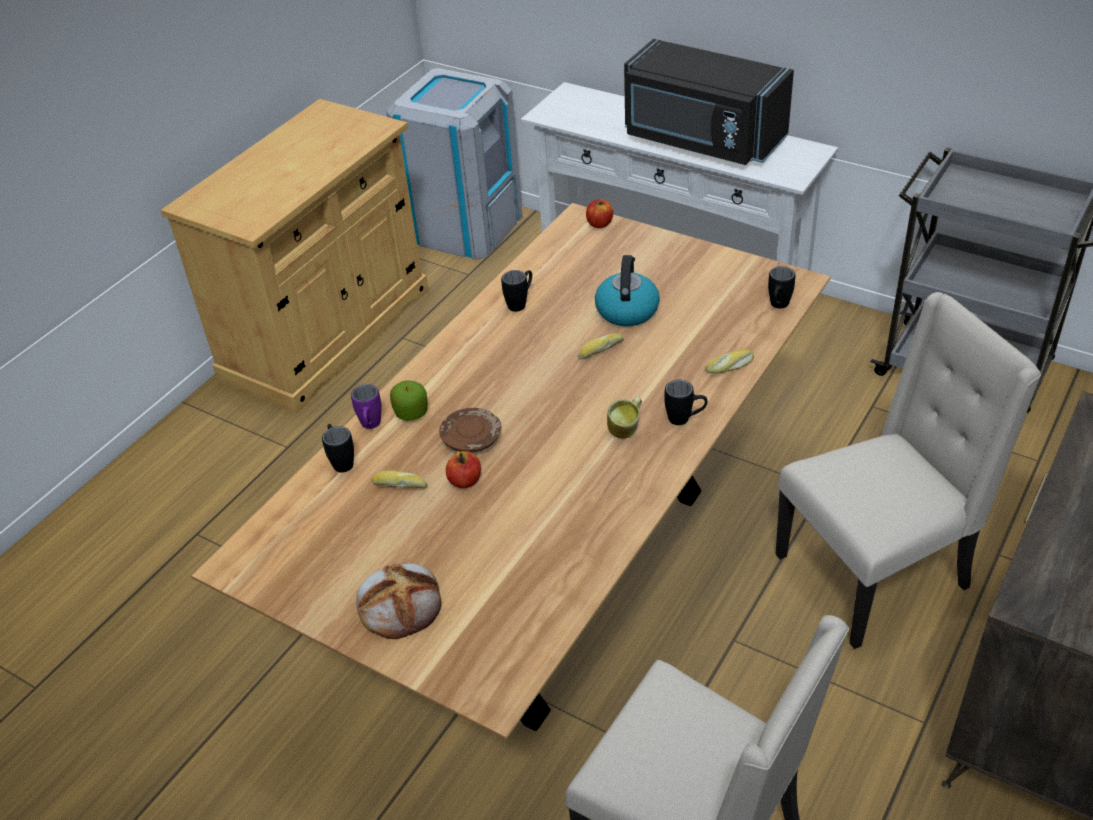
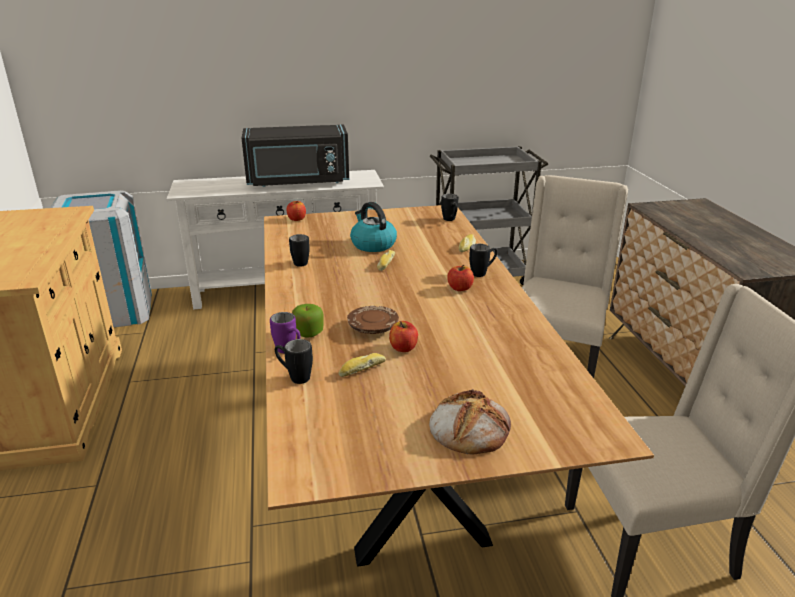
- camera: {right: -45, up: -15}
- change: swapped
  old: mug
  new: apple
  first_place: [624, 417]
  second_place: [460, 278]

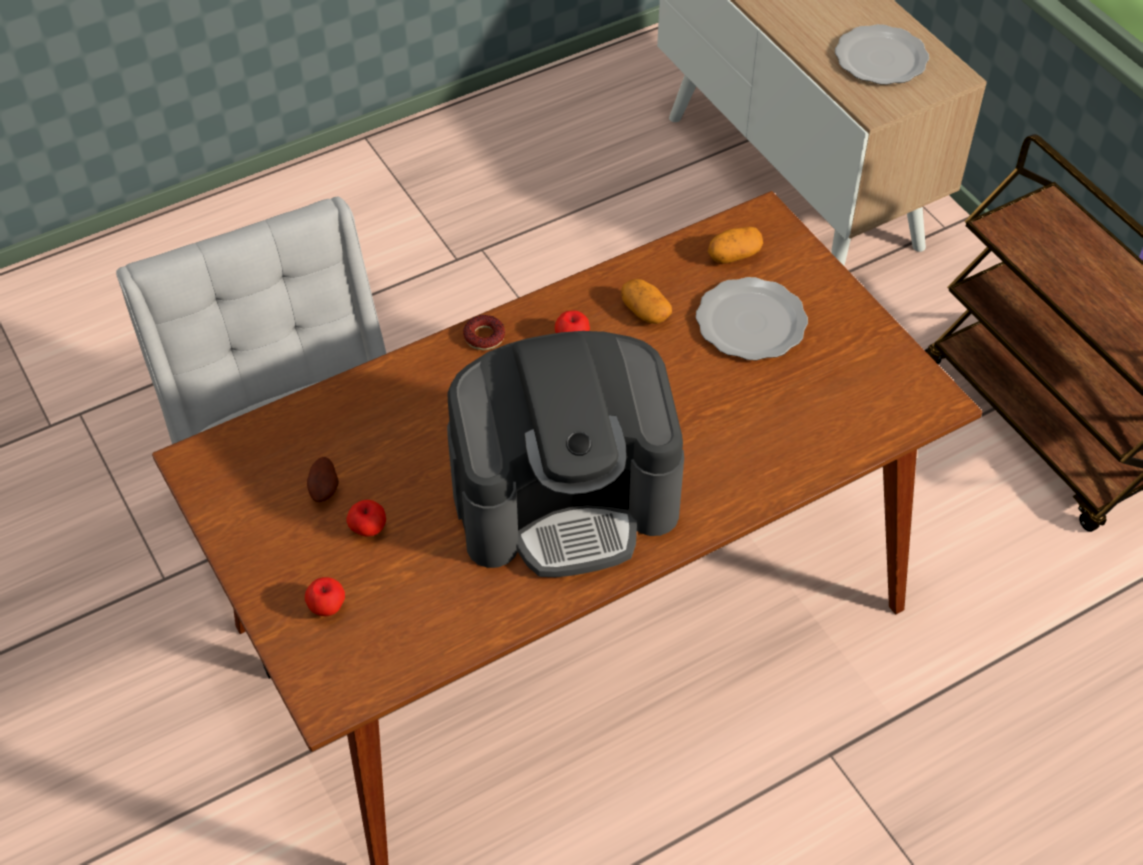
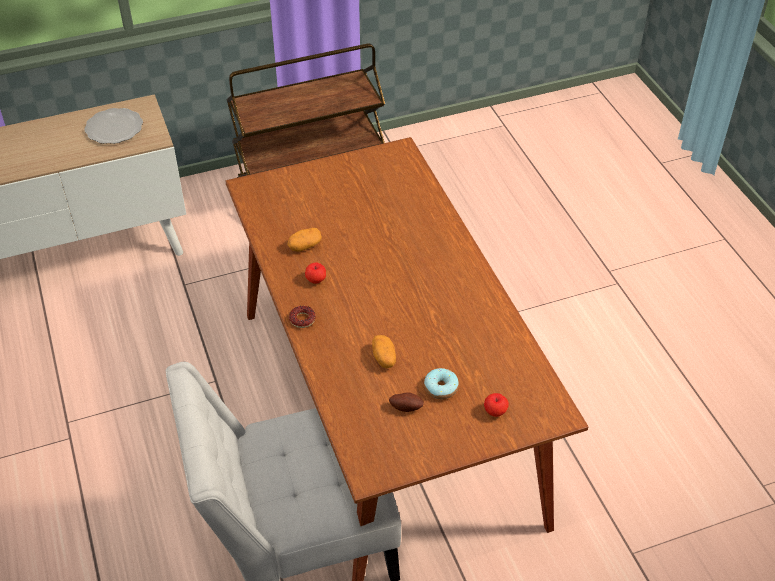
- camera: {right: -80, up: -5}
- change: shifted
  old: potato
  first_place: [735, 245]
  second_place: [384, 351]
- change: gone
  old: plate
  first_place: [752, 318]
- change: gone
  old: coffee machine
  first_place: [565, 454]
- change: swapped
  old: apple
  new: donut
  first_place: [366, 518]
  second_place: [441, 383]

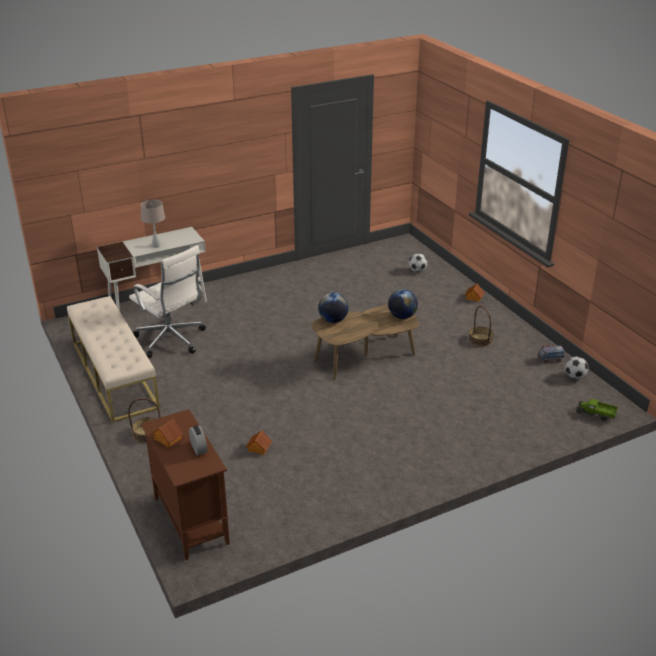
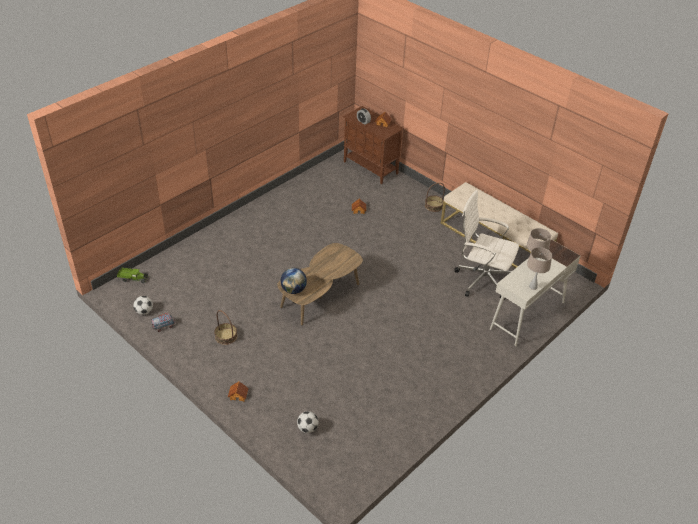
- camera: {right: 160, up: 10}
- change: gone
  old: globe
  first_place: [333, 308]
- change: new
  new: table lamp/beige
  second_place: [539, 268]

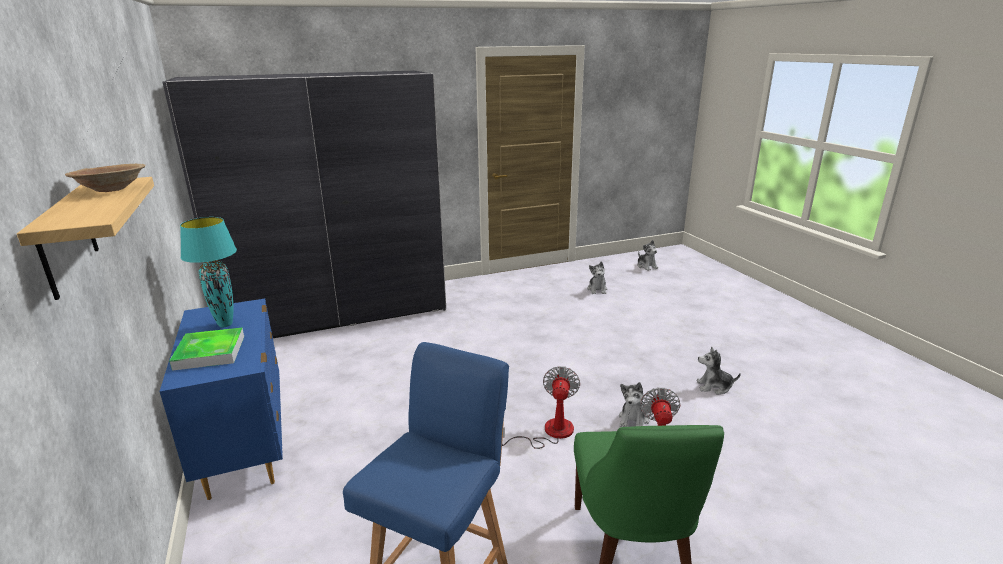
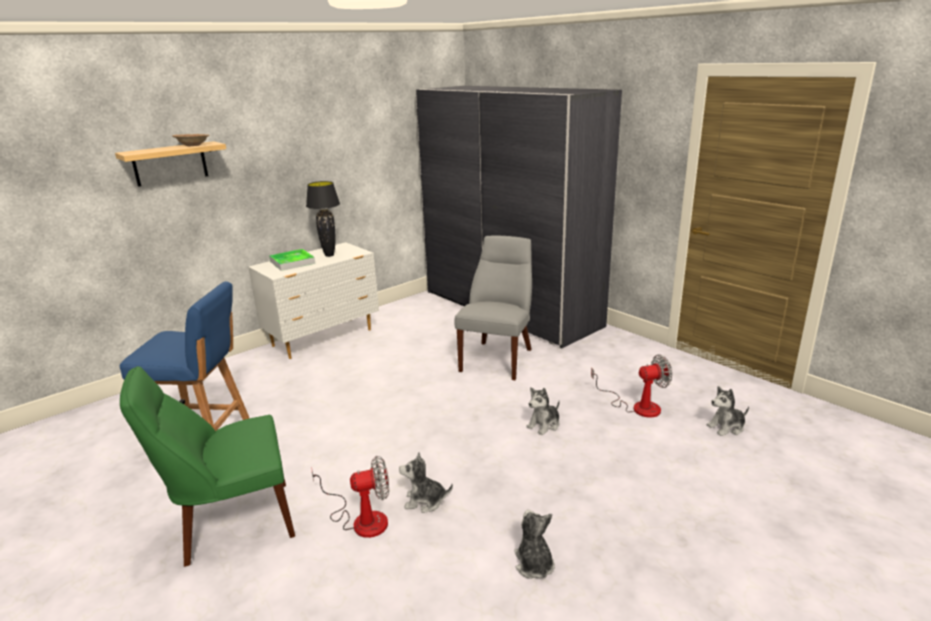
- camera: {right: 70, up: 0}
- change: repainted
  old: table lamp/turquoise
  new: table lamp/black
  first_place: [208, 272]
  second_place: [323, 219]
- change: shifted
  old: plush toy
  first_place: [647, 255]
  second_place: [543, 411]
- change: repainted
  old: dresser/blue
  new: dresser/white
  first_place: [221, 399]
  second_place: [313, 300]
- change: shifted
  old: fan
  first_place: [541, 407]
  second_place: [631, 386]
- change: new
  new: chair/grey
  second_place: [493, 307]

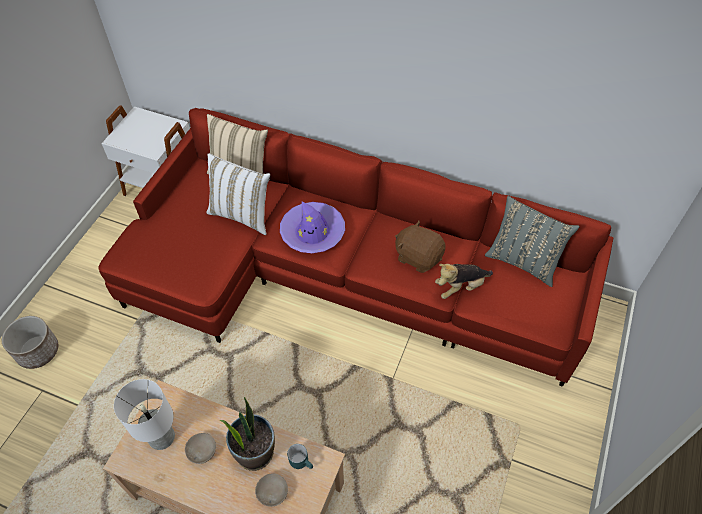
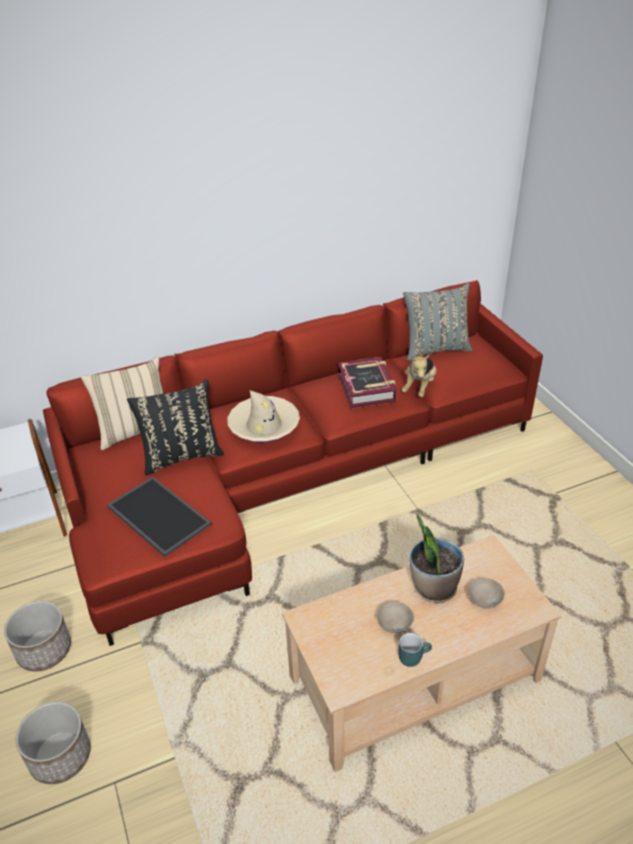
- camera: {right: -45, up: -15}
- change: repainted
  old: pillow/white
  new: pillow/black
  first_place: [238, 194]
  second_place: [175, 427]
- change: repainted
  old: hat/purple
  new: hat/beige
  first_place: [312, 227]
  second_place: [263, 416]
- change: swapped
  old: plush toy/brown
  new: book
  first_place: [420, 247]
  second_place: [367, 383]
- change: gone
  old: table lamp/white
  first_place: [144, 414]
- change: shifted
  old: mug/turquoise
  first_place: [300, 456]
  second_place: [415, 650]
- change: new
  new: tray
  second_place: [159, 517]
- change: new
  new: planter
  second_place: [37, 636]

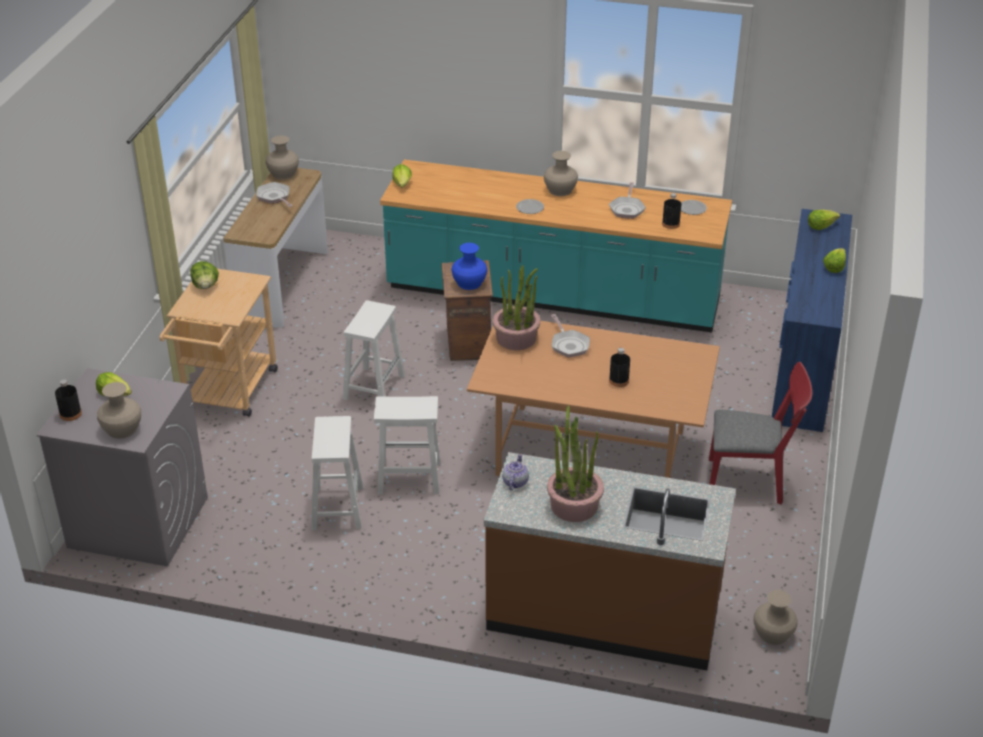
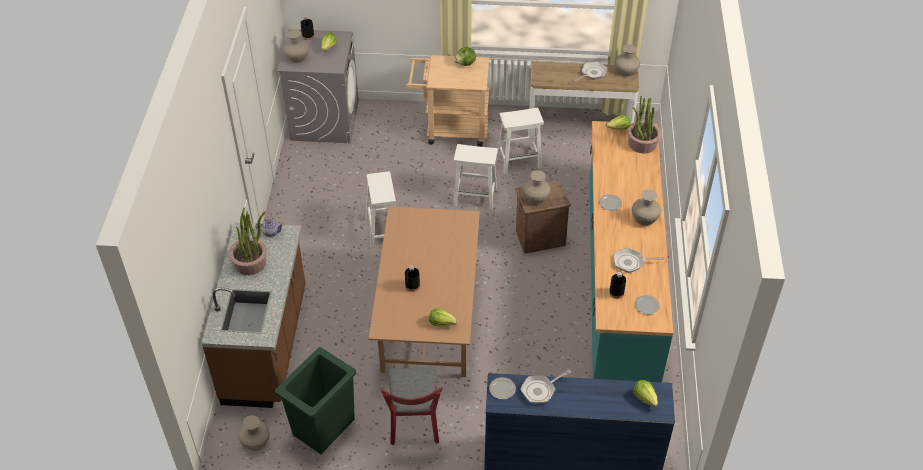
- camera: {right: 80, up: 10}
- change: repainted
  old: vase/blue
  new: vase/beige
  first_place: [469, 266]
  second_place: [537, 187]
- change: shifted
  old: lettuce
  first_place: [834, 260]
  second_place: [443, 317]
- change: shifted
  old: potted plant
  first_place: [516, 307]
  second_place: [644, 124]
- change: shifted
  old: frying pan
  first_place: [570, 336]
  second_place: [545, 386]
- change: shifted
  old: stool/white
  first_place: [337, 473]
  second_place: [520, 141]
- change: new
  new: trash can/green
  second_place: [315, 400]
- change: new
  new: plate
  second_place: [502, 388]

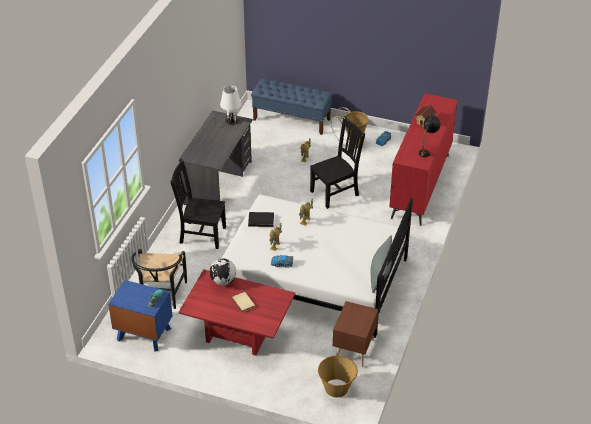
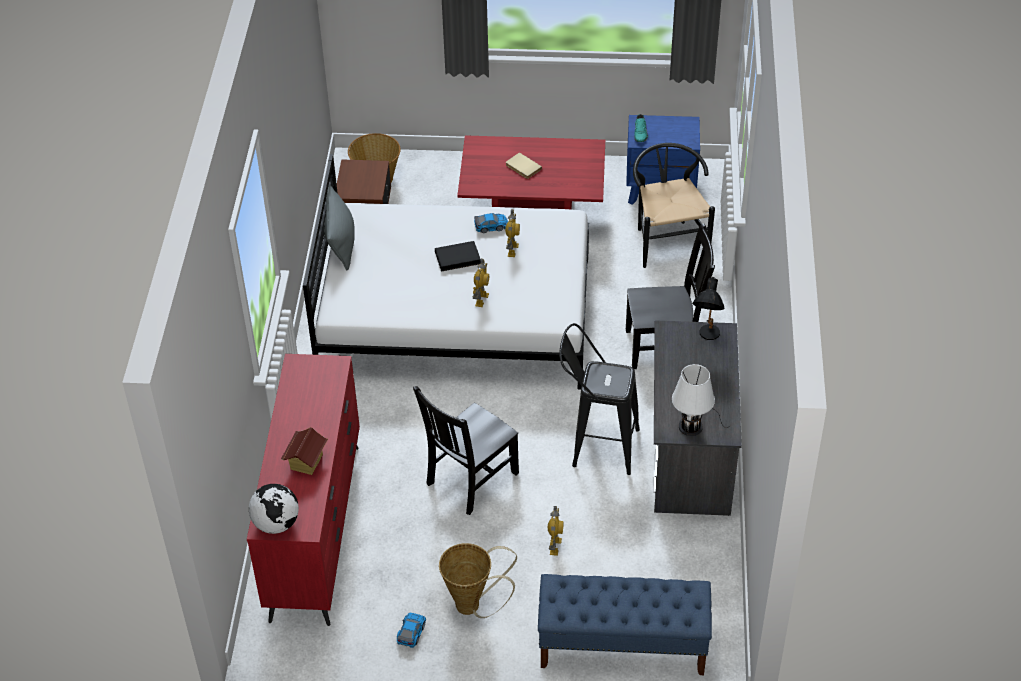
- camera: {right: 165, up: 5}
- change: shifted
  old: table lamp/black
  first_place: [429, 136]
  second_place: [708, 308]
- change: shifted
  old: book/black
  first_place: [261, 219]
  second_place: [458, 256]
- change: shifted
  old: globe
  first_place: [222, 271]
  second_place: [274, 509]
- change: new
  new: stool/black
  second_place: [599, 399]

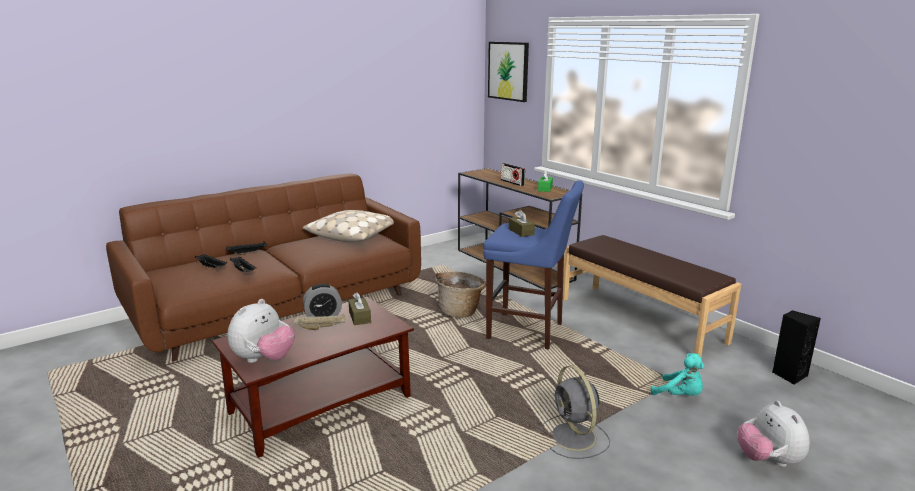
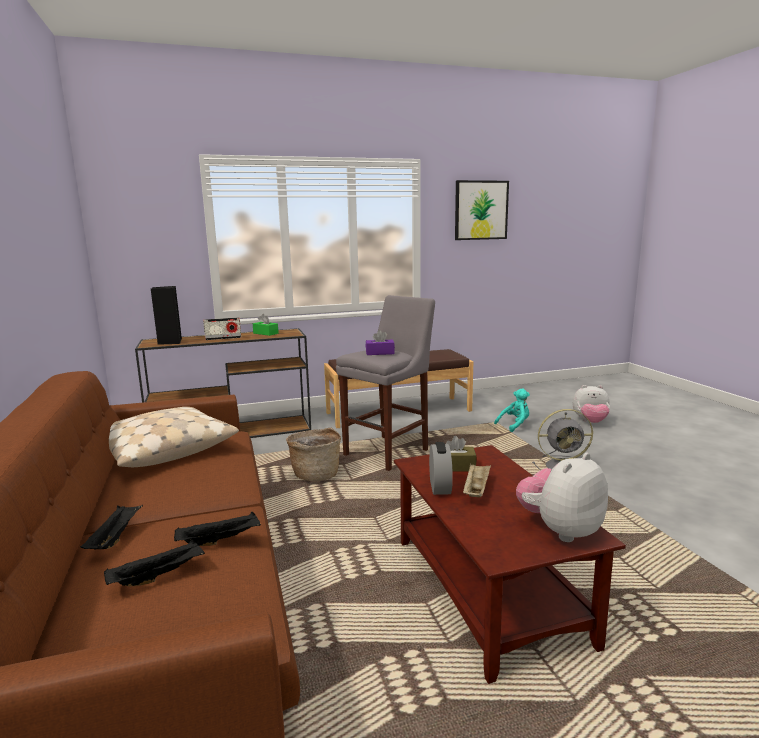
- camera: {right: -70, up: -5}
- change: shifted
  old: picture
  first_place: [508, 72]
  second_place: [482, 210]
- change: repainted
  old: stool/blue
  new: stool/grey
  first_place: [533, 265]
  second_place: [385, 383]
- change: repainted
  old: tissue box/brown
  new: tissue box/purple
  first_place: [522, 223]
  second_place: [380, 342]
- change: rotated
  old: plush toy
  first_place: [261, 331]
  second_place: [562, 497]
  degrees: -90
- change: shifted
  old: speaker/black
  first_place: [796, 347]
  second_place: [166, 315]

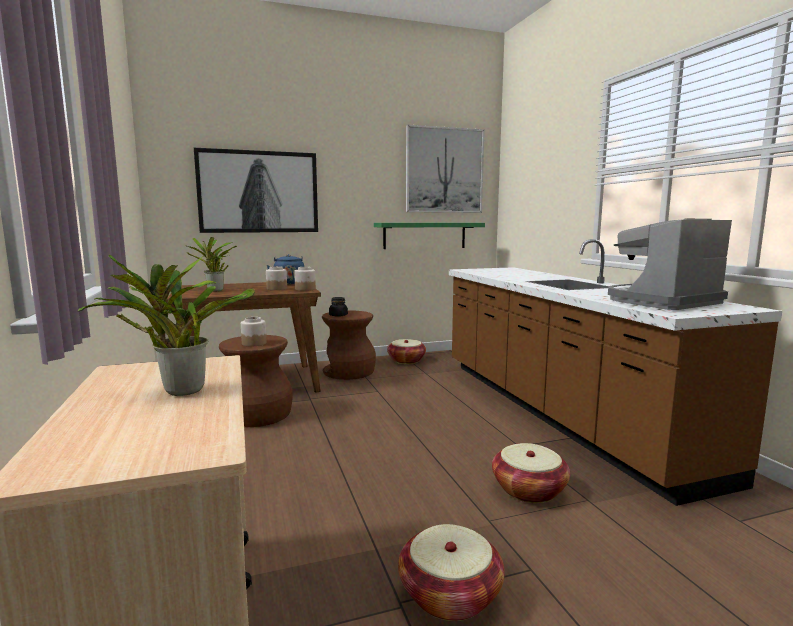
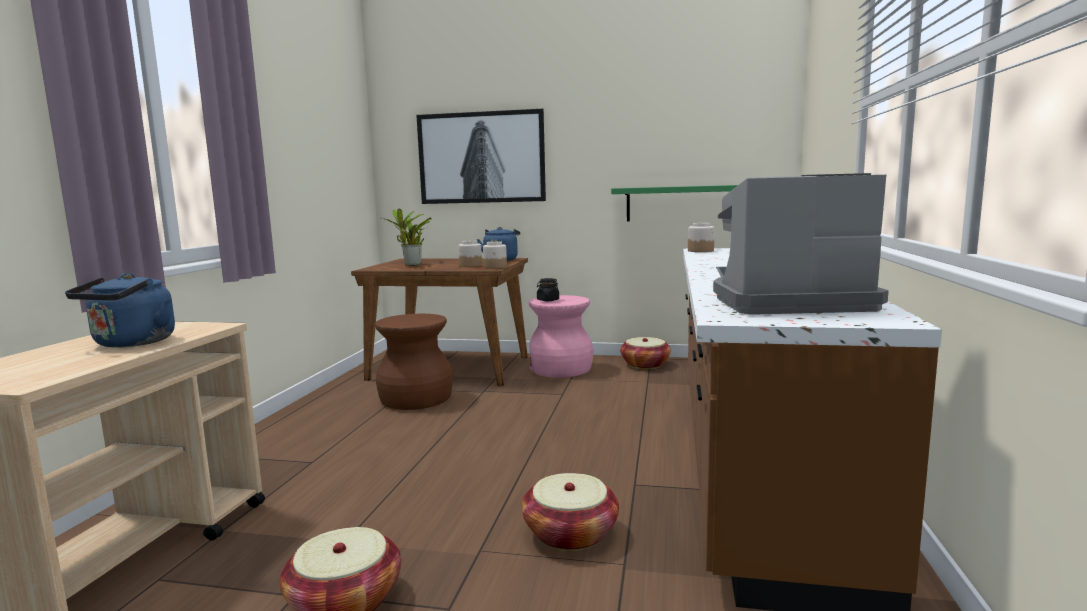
- camera: {right: 30, up: 0}
- change: gone
  old: picture
  first_place: [445, 169]
- change: swapped
  old: potted plant
  new: kettle/blue
  first_place: [166, 325]
  second_place: [120, 310]
- change: repainted
  old: stool/brown
  new: stool/pink
  first_place: [349, 345]
  second_place: [561, 336]
- change: shifted
  old: jar
  first_place: [254, 331]
  second_place: [701, 237]

